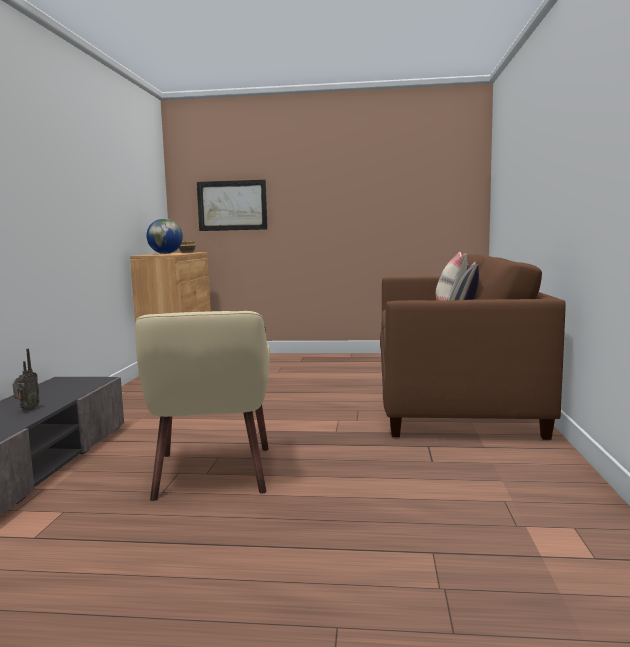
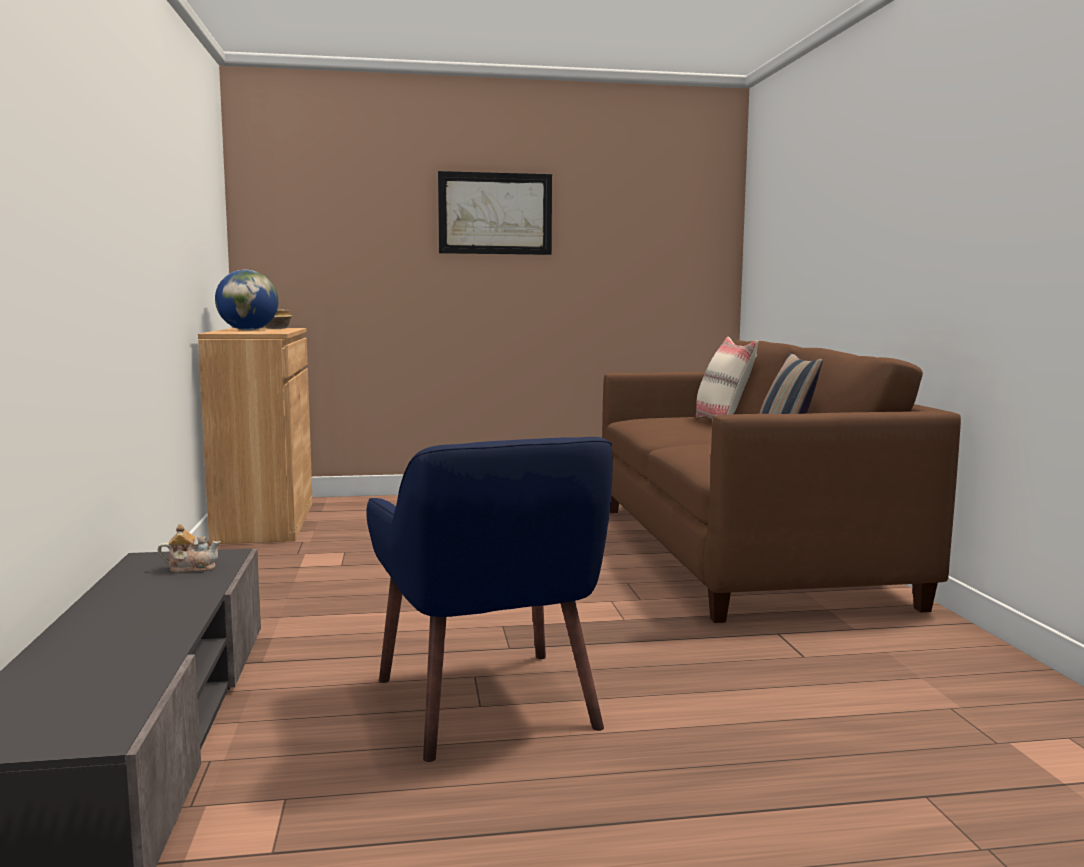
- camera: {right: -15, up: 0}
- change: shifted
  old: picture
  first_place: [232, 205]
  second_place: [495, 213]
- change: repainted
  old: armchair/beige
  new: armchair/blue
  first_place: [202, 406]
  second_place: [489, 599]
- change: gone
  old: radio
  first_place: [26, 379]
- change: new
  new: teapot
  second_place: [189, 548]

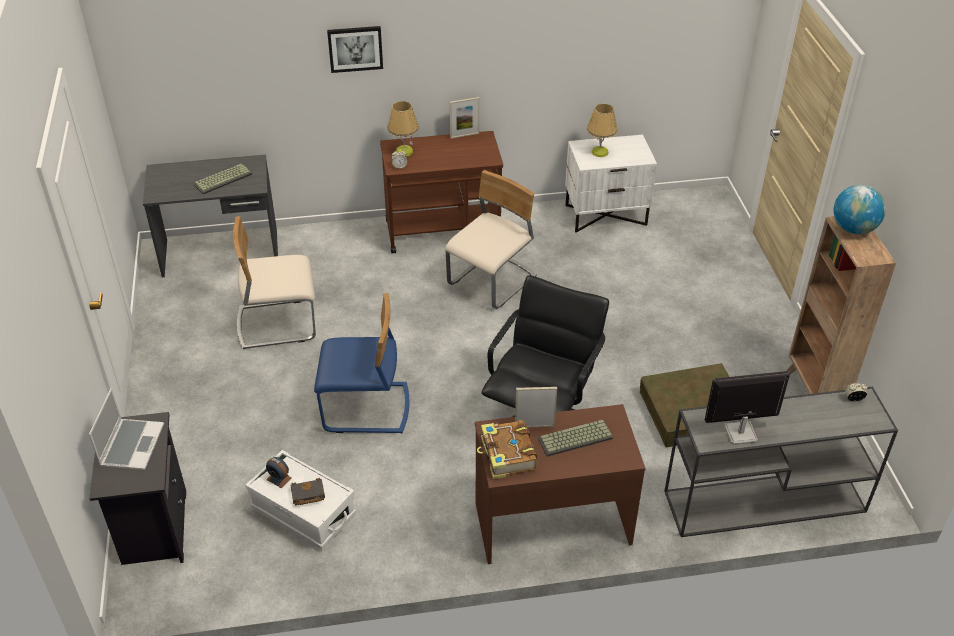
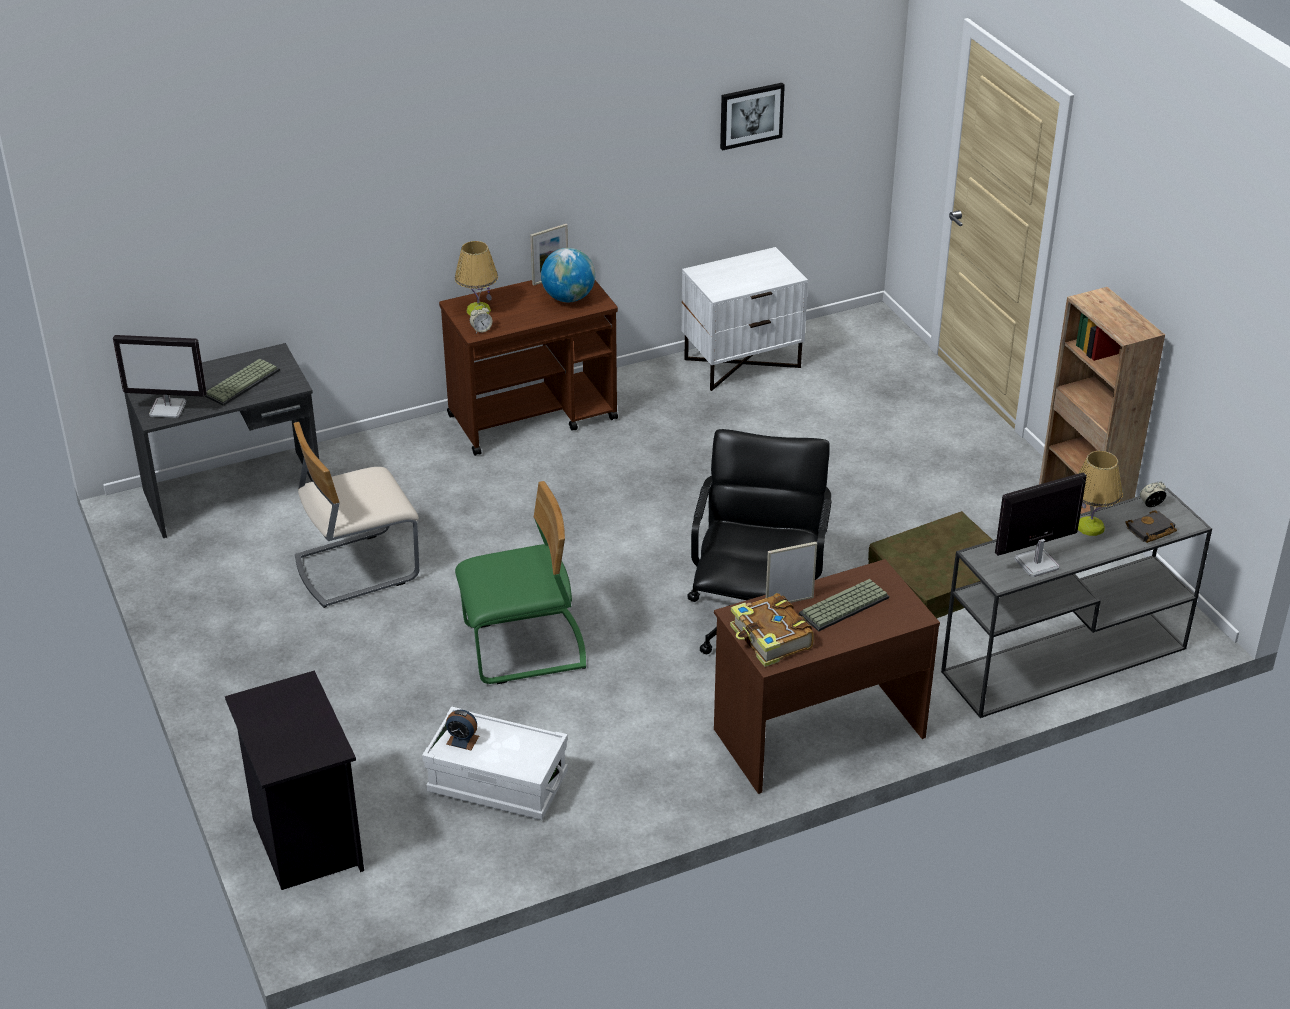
- camera: {right: -15, up: -5}
- change: shifted
  old: picture
  first_place: [355, 49]
  second_place: [752, 116]
- change: shifted
  old: table lamp
  first_place: [602, 130]
  second_place: [1100, 493]
- change: gone
  old: chair/beige
  first_place: [491, 239]
- change: shifted
  old: globe
  first_place: [860, 209]
  second_place: [568, 275]
- change: repainted
  old: chair/blue
  new: chair/green
  first_place: [361, 363]
  second_place: [520, 582]
- change: gone
  old: laptop
  first_place: [126, 429]
- change: shifted
  old: book/black
  first_place: [307, 491]
  second_place: [1151, 527]
- change: new
  new: monitor
  second_place: [160, 376]

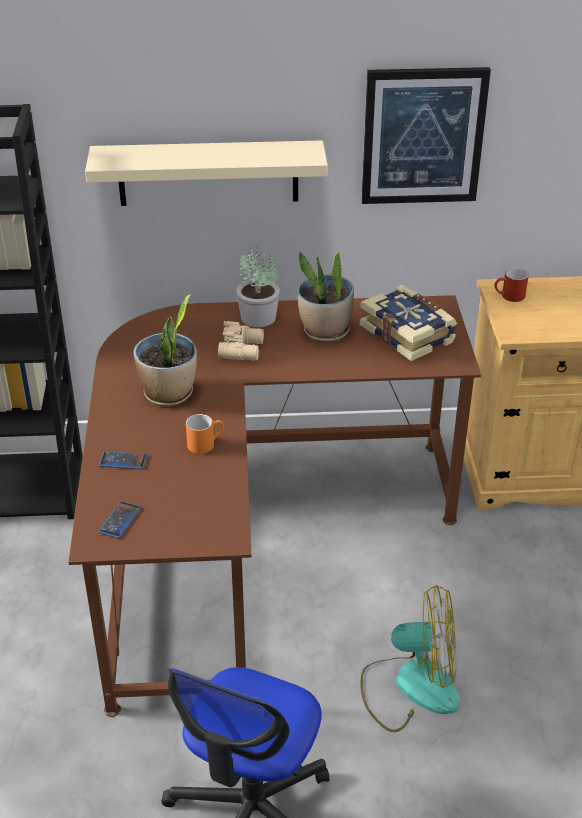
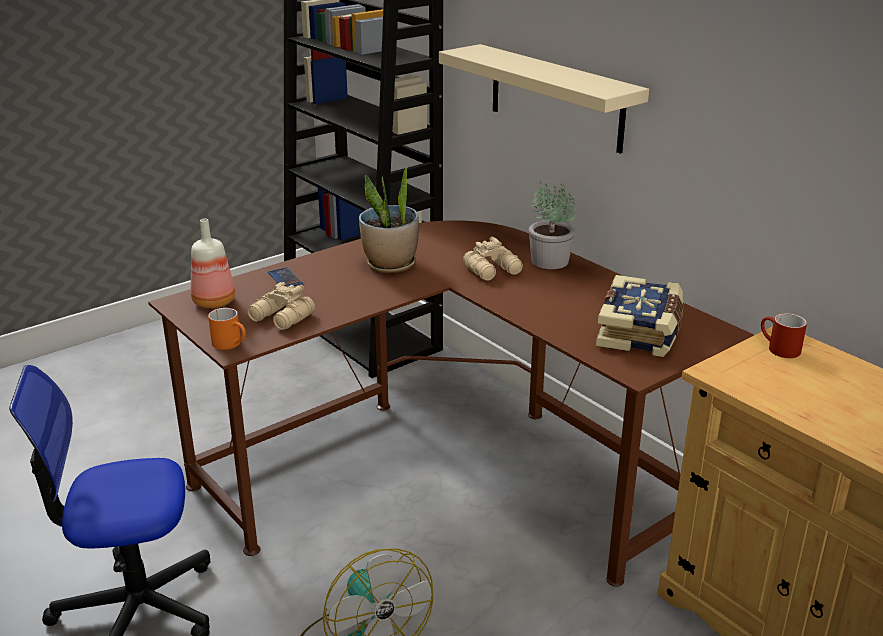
- camera: {right: 55, up: -10}
- change: gone
  old: picture
  first_place: [426, 135]
- change: gone
  old: potted plant
  first_place: [325, 297]
- change: shifted
  old: mug/orange
  first_place: [205, 434]
  second_place: [227, 329]
- change: swapped
  old: phone
  new: bottle
  first_place: [119, 520]
  second_place: [213, 263]
- change: new
  new: binoculars/beige
  second_place: [281, 306]

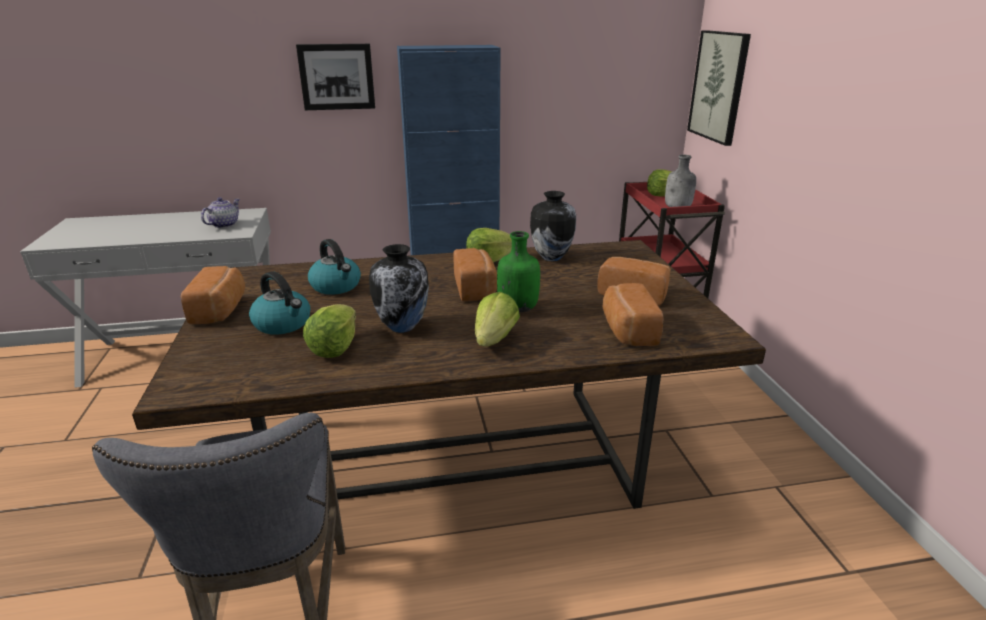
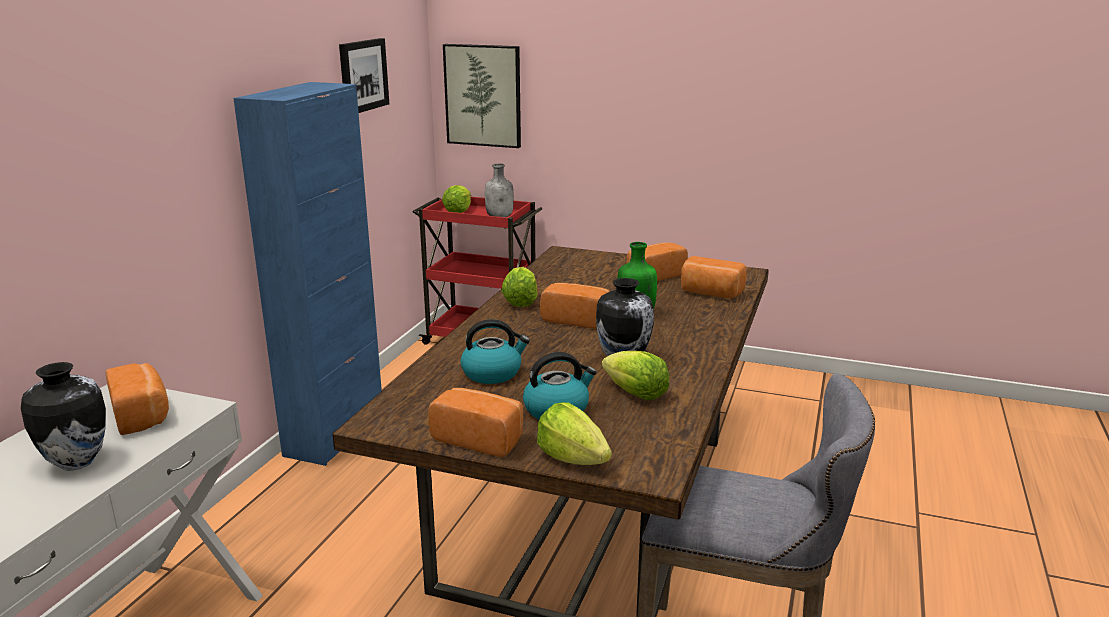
- camera: {right: -60, up: -5}
- change: shifted
  old: picture
  first_place: [335, 77]
  second_place: [364, 75]
- change: shifted
  old: vase
  first_place: [553, 226]
  second_place: [63, 416]
- change: swapped
  old: teapot
  new: bread
  first_place: [220, 212]
  second_place: [137, 399]
- change: shifted
  old: lettuce
  first_place: [497, 319]
  second_place: [574, 433]

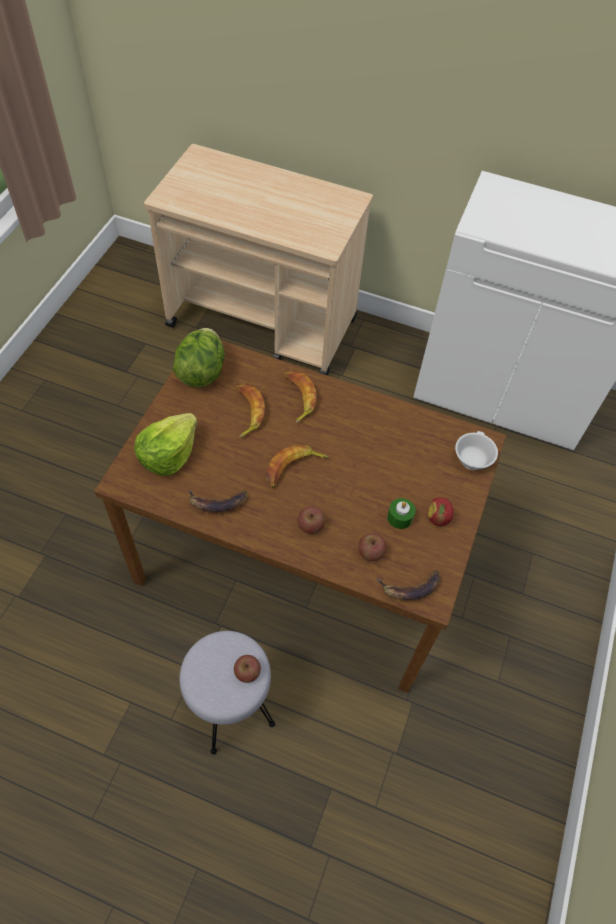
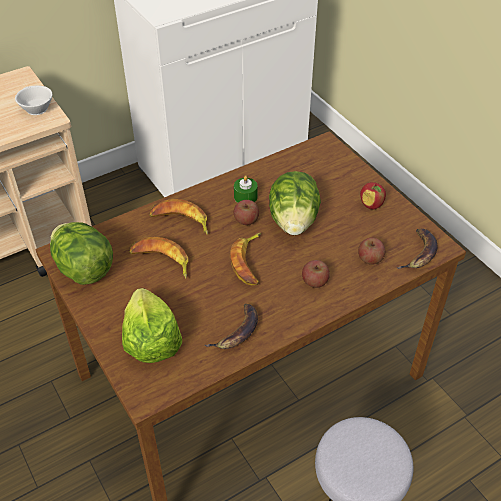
- camera: {right: -50, up: -10}
- change: shifted
  old: cup/white
  first_place: [476, 450]
  second_place: [34, 100]
- change: shifted
  old: candle/green
  first_place: [401, 513]
  second_place: [246, 189]
- change: shifted
  old: apple
  first_place: [247, 669]
  second_place: [246, 212]
- change: new
  new: lettuce
  second_place: [295, 203]

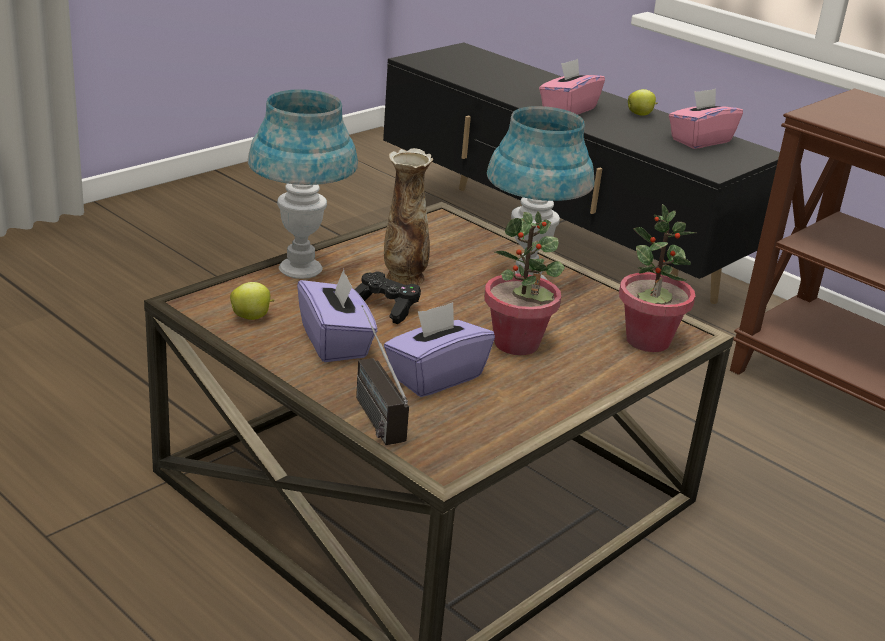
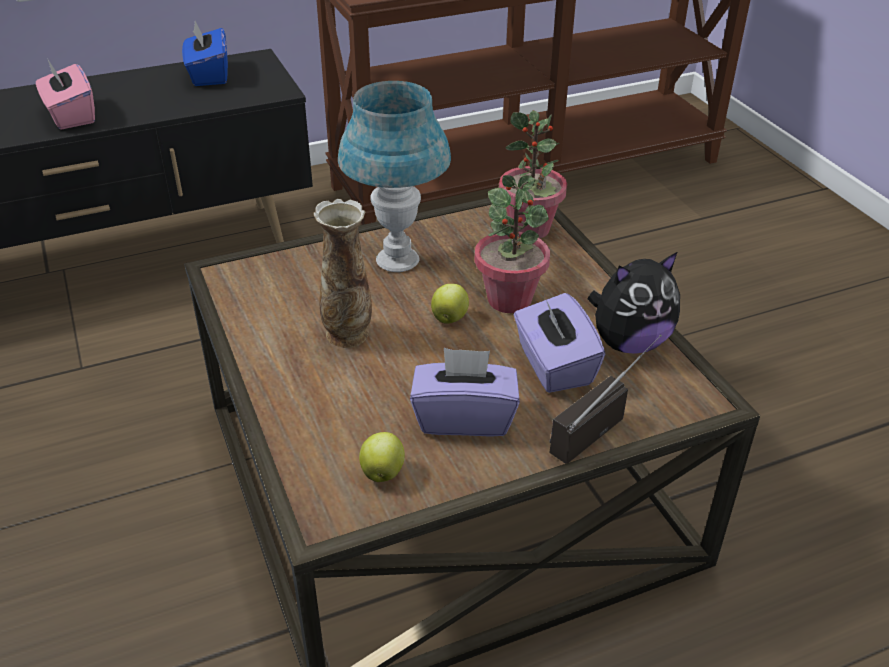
- camera: {right: -65, up: 10}
- change: repainted
  old: tissue box/pink
  new: tissue box/blue
  first_place: [706, 118]
  second_place: [205, 53]
- change: gone
  old: table lamp/blue
  first_place: [303, 184]
- change: shifted
  old: apple
  first_place: [643, 102]
  second_place: [450, 303]
- change: gone
  old: game controller/black
  first_place: [387, 297]
- change: rotated
  old: radio
  first_place: [382, 375]
  second_place: [606, 399]
  degrees: 135
- change: new
  new: plush toy
  second_place: [634, 303]

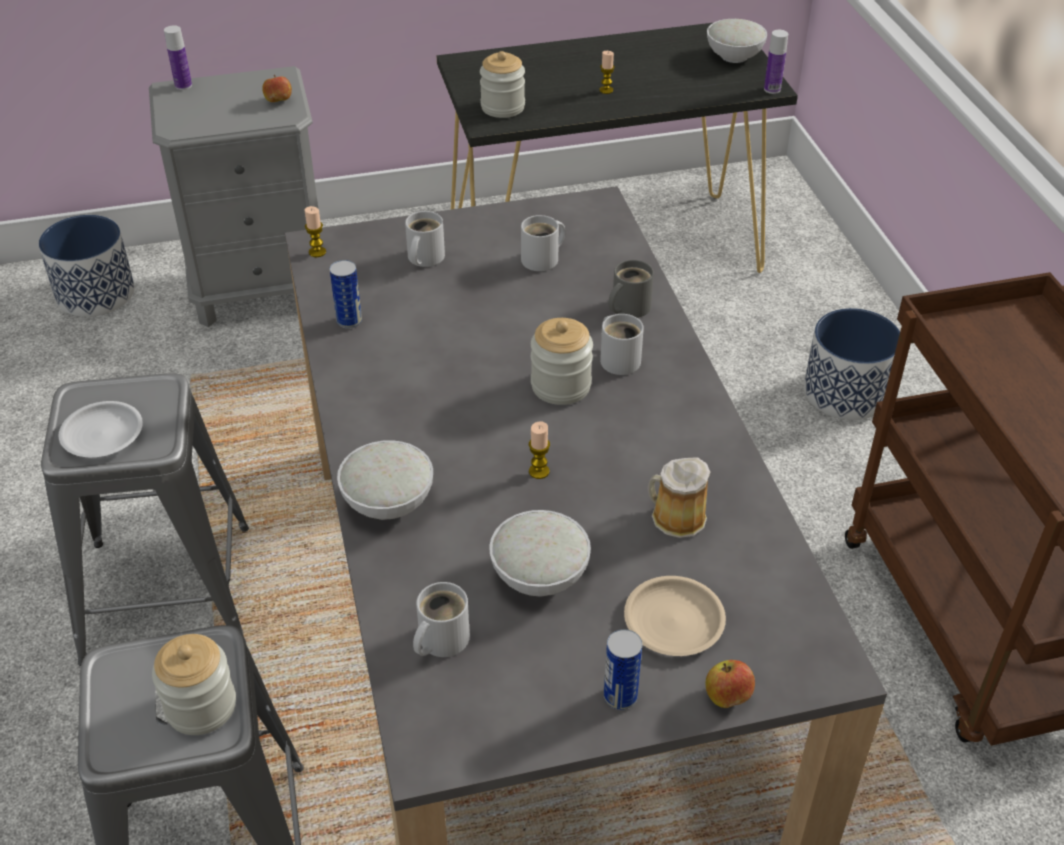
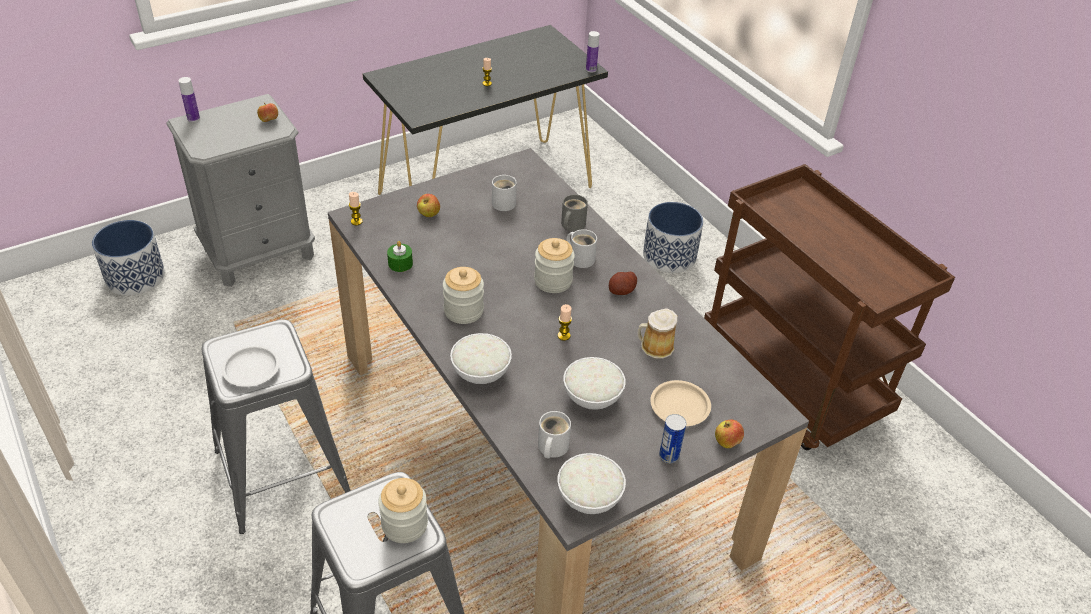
- camera: {right: -20, up: 0}
- change: shifted
  old: bowl/white
  first_place: [737, 41]
  second_place: [591, 483]
- change: shifted
  old: jar
  first_place: [502, 84]
  second_place: [463, 295]
- change: swapped
  old: mug/white
  new: apple
  first_place: [425, 239]
  second_place: [428, 205]
- change: swapped
  old: can
  new: candle/green
  first_place: [346, 294]
  second_place: [400, 256]
- change: new
  new: potato
  second_place: [623, 283]

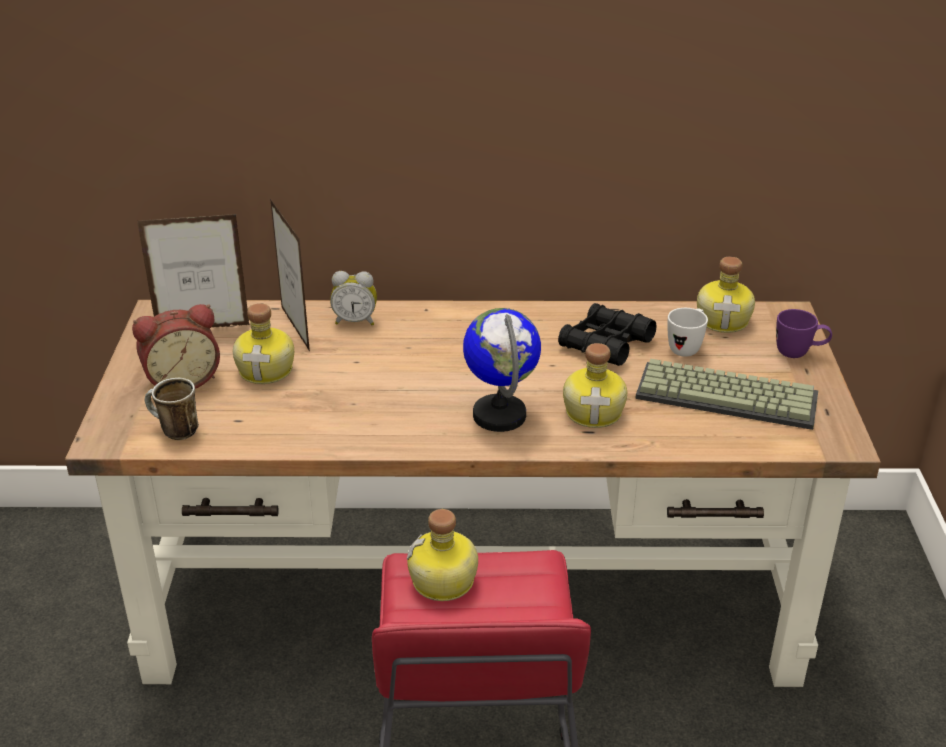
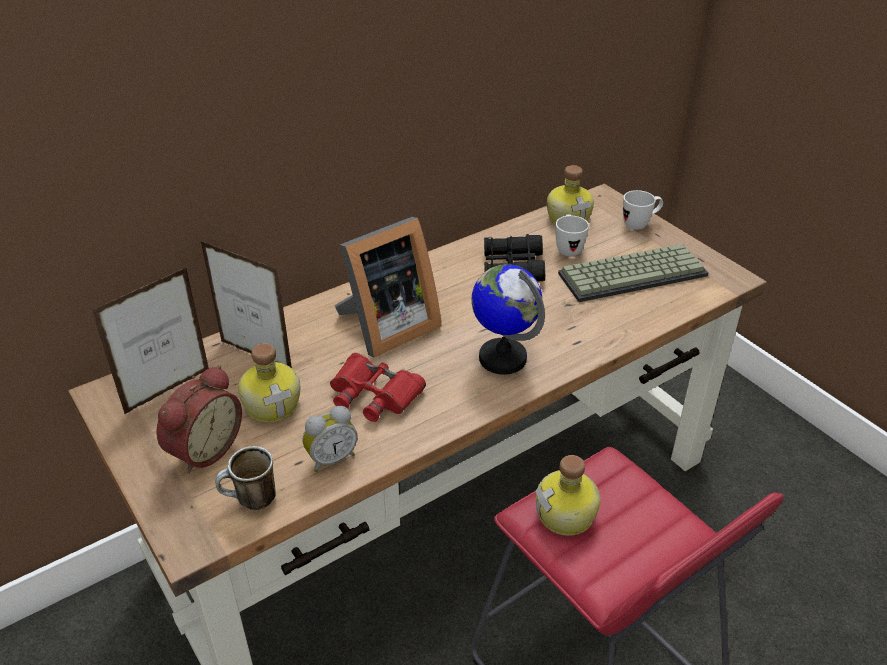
- camera: {right: -35, up: 5}
- change: shifted
  old: alarm clock
  first_place: [353, 298]
  second_place: [330, 439]
- change: repainted
  old: mug/purple
  new: mug/white
  first_place: [804, 333]
  second_place: [643, 210]
- change: gone
  old: bottle
  first_place: [595, 385]
- change: new
  new: picture frame
  second_place: [388, 287]
- change: new
  new: binoculars/red
  second_place: [378, 387]

